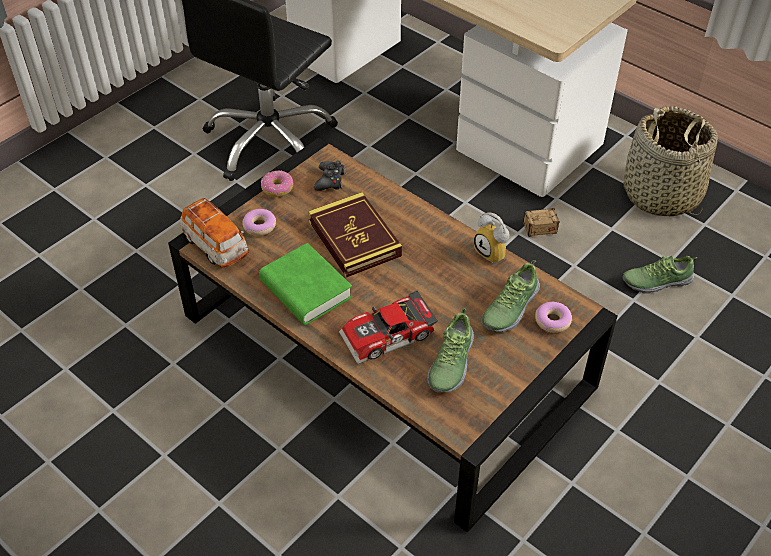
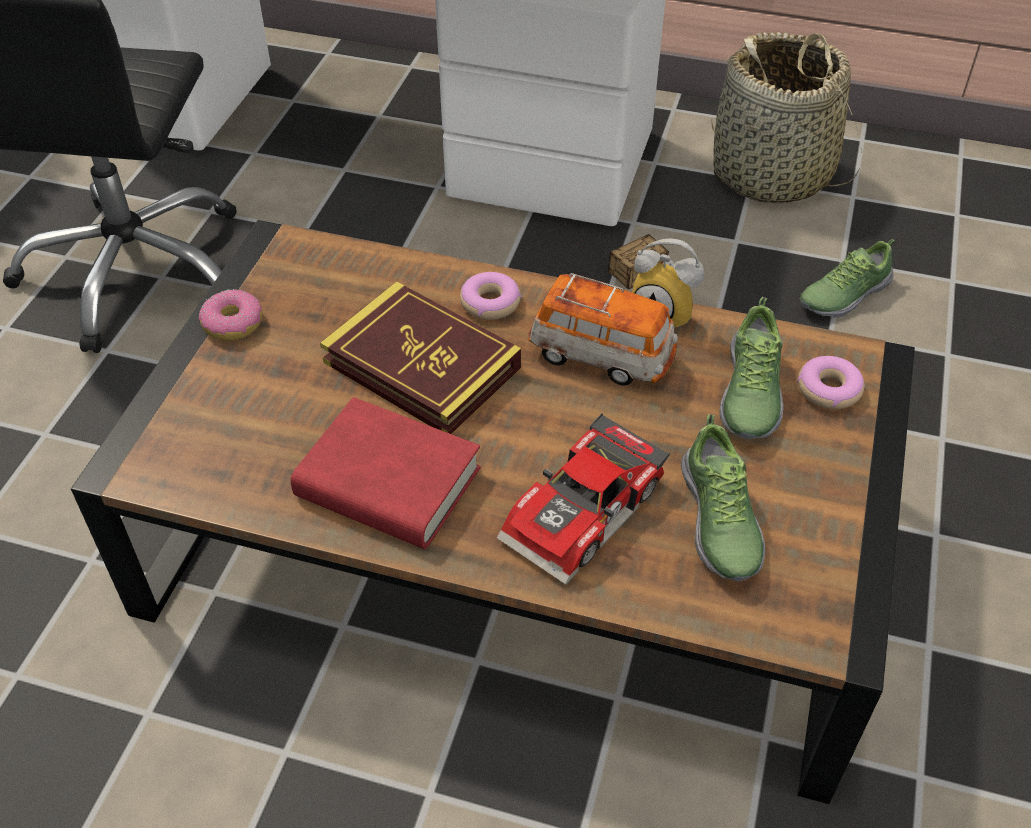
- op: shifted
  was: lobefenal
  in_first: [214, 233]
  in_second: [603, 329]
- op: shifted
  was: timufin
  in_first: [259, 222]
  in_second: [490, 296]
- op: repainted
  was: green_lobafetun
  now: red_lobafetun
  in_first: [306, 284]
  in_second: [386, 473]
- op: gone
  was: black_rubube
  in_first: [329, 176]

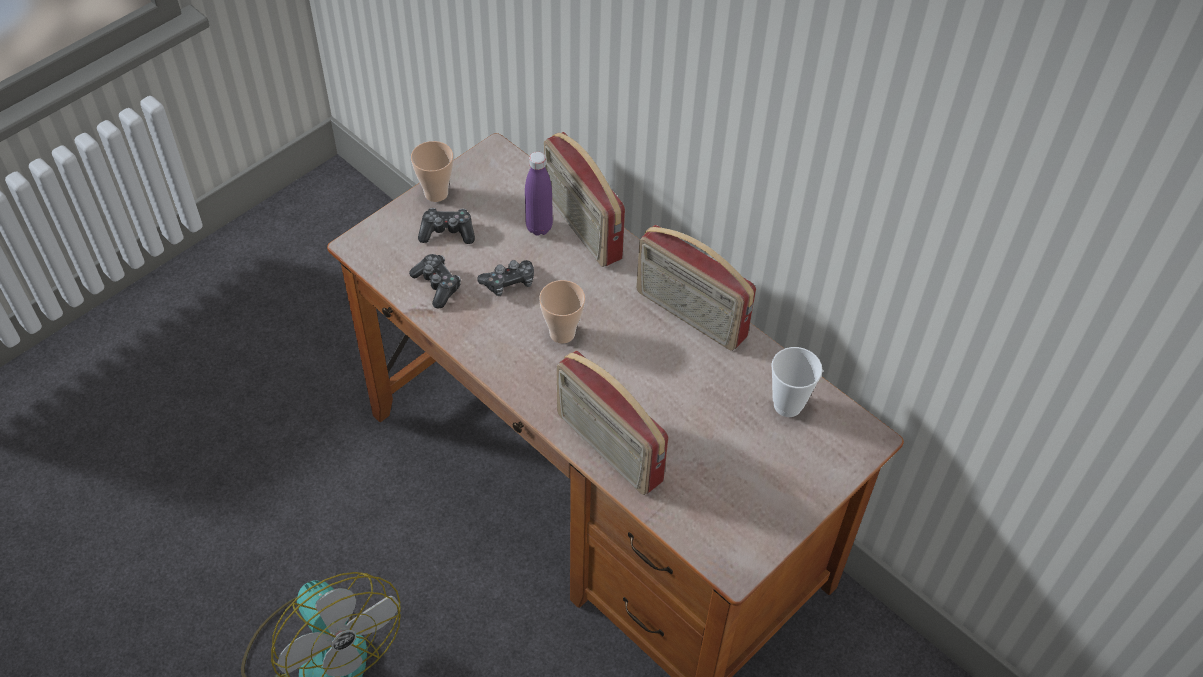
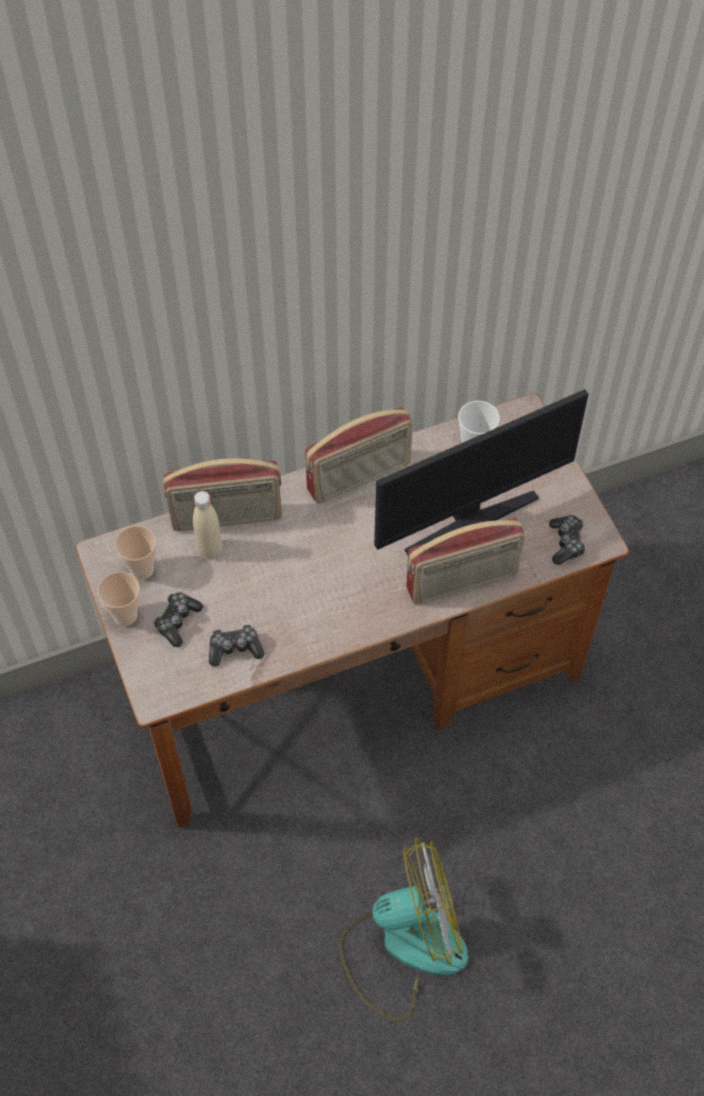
- op: shifted
  was: rubube
  in_first: [505, 278]
  in_second: [567, 540]
- op: repainted
  was: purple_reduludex
  now: beige_reduludex
  in_first: [539, 194]
  in_second: [207, 525]
- op: shifted
  was: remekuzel
  in_first: [562, 312]
  in_second: [136, 553]
- op: new
  now: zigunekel
  in_second: [481, 472]

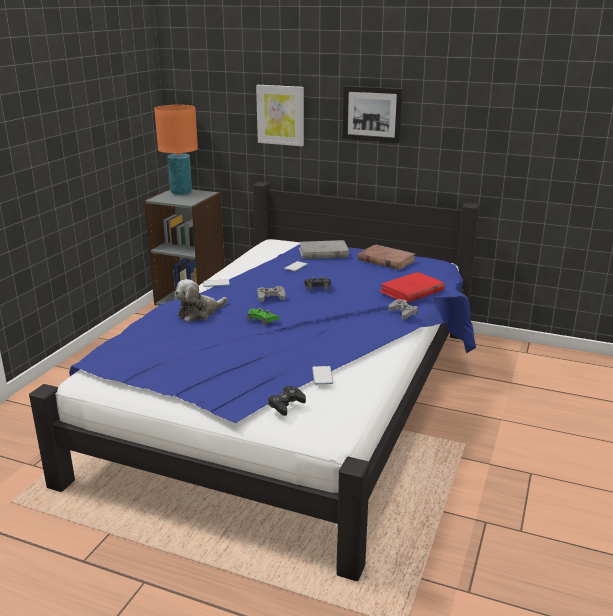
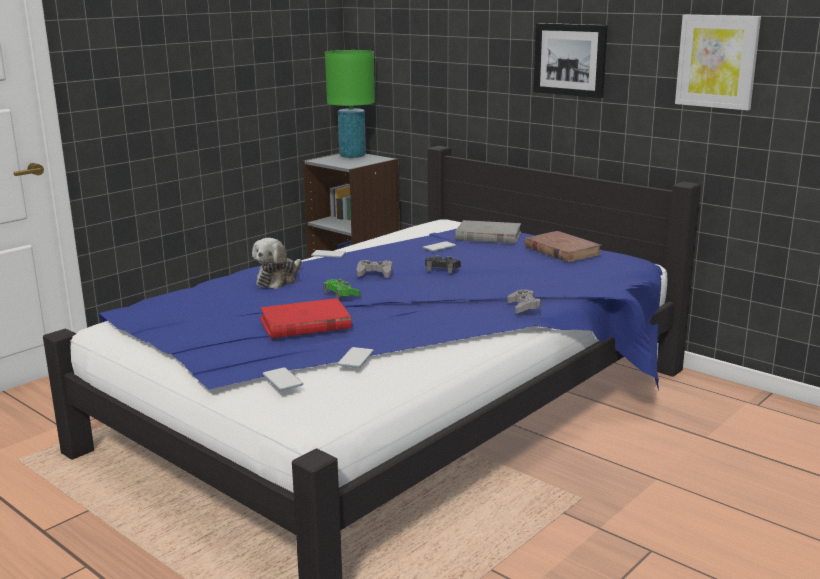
- op: repainted
  was: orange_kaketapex
  now: green_kaketapex
  in_first: [176, 150]
  in_second: [350, 104]
- op: rotated
  was: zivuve
  in_first: [201, 300]
  in_second: [277, 263]
  clockwise: -45
- op: shifted
  was: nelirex
  in_first: [280, 115]
  in_second: [718, 62]
- op: swapped
  was: black_rubube
  now: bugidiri
  in_first: [287, 401]
  in_second: [282, 379]
- op: shifted
  was: red_lobafetun
  in_first: [412, 287]
  in_second: [305, 318]

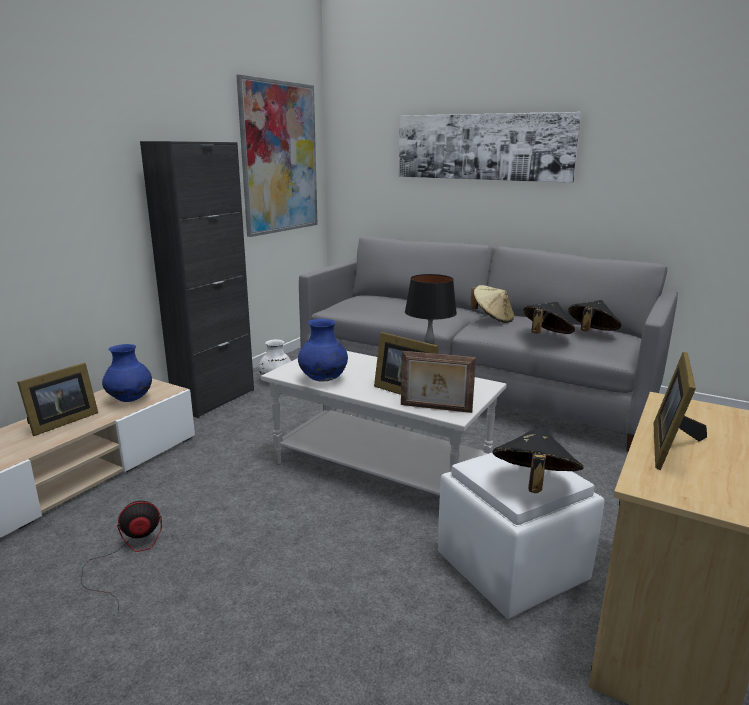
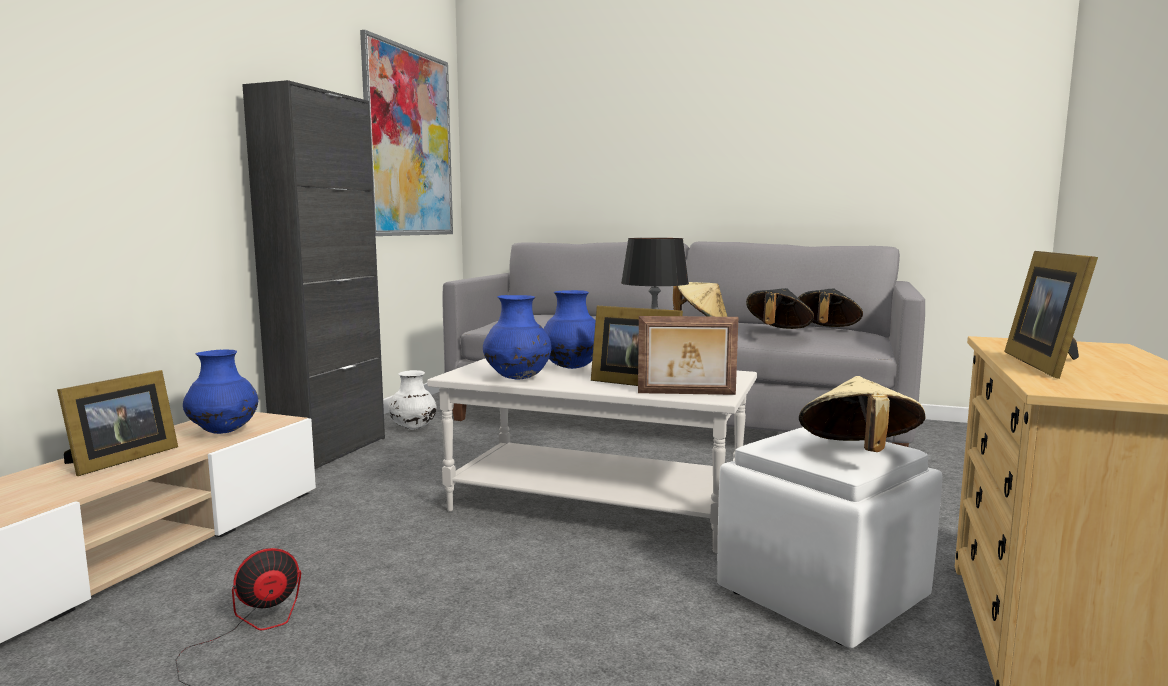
- op: gone
  was: nelirex
  in_first: [490, 147]
- op: repainted
  was: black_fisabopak
  now: beige_fisabopak
  in_first: [537, 460]
  in_second: [862, 414]
- op: new
  now: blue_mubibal
  in_second: [570, 329]

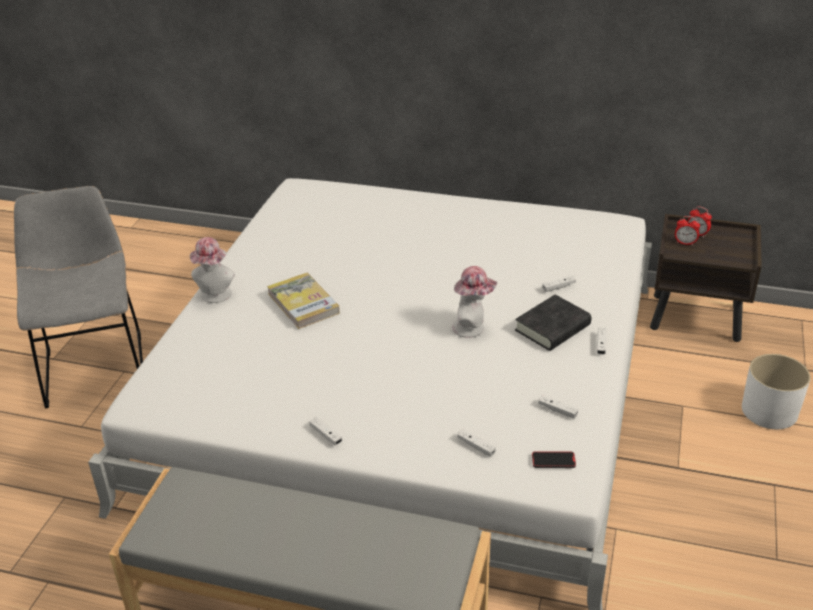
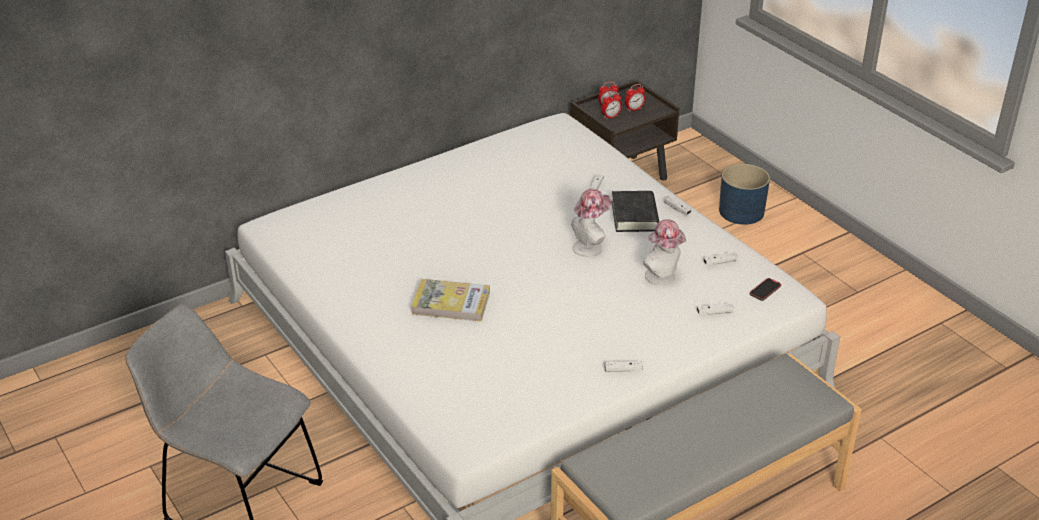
- op: shifted
  was: fisabopak
  in_first: [212, 270]
  in_second: [664, 252]
- op: repainted
  was: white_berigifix
  now: blue_berigifix
  in_first: [776, 391]
  in_second: [744, 194]
- op: new
  now: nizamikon
  in_second: [635, 98]

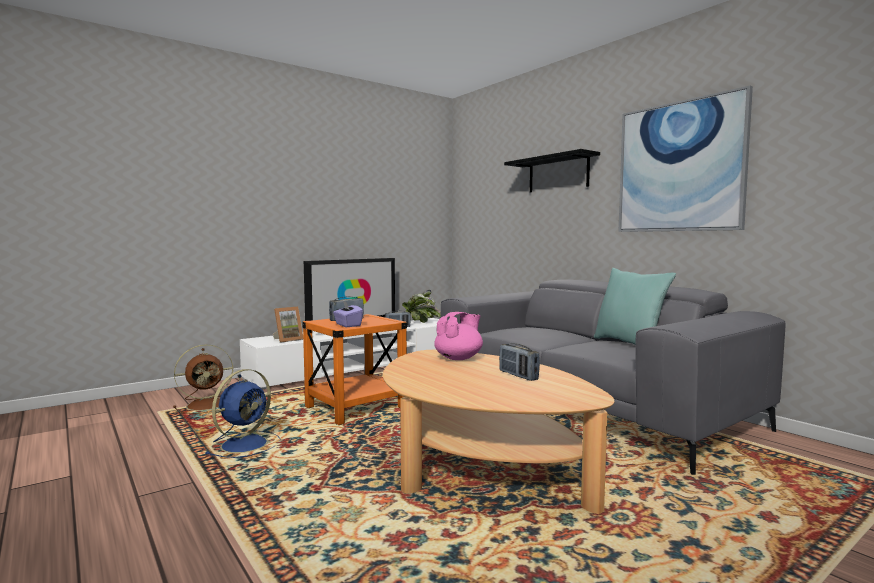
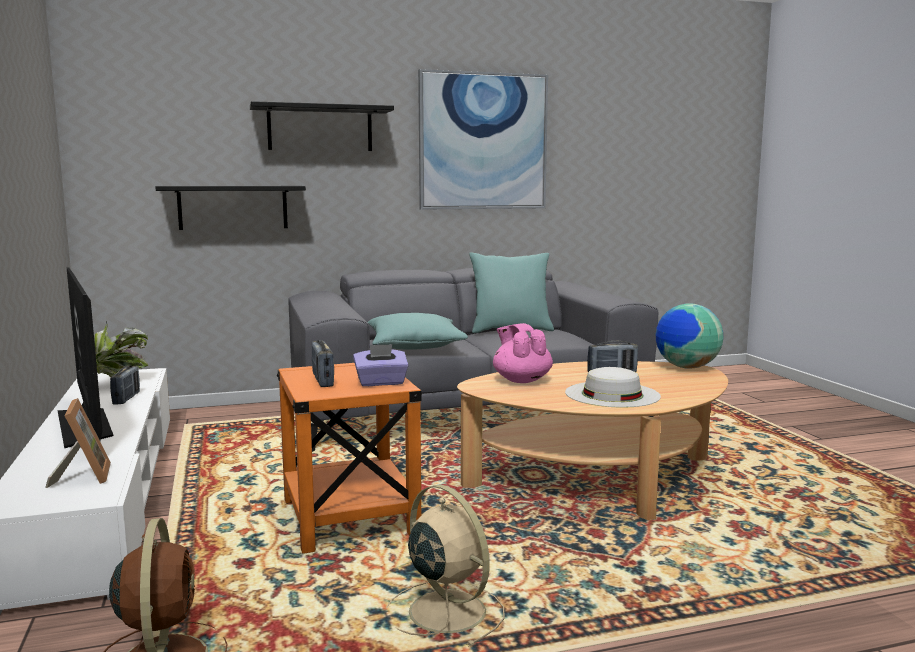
- op: repainted
  was: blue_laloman
  now: beige_laloman
  in_first: [243, 413]
  in_second: [445, 566]
- op: new
  now: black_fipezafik
  in_second: [230, 208]
- op: new
  now: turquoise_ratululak
  in_second: [418, 331]
- op: new
  now: white_fisabopak
  in_second: [613, 387]
- op: new
  now: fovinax
  in_second: [689, 336]

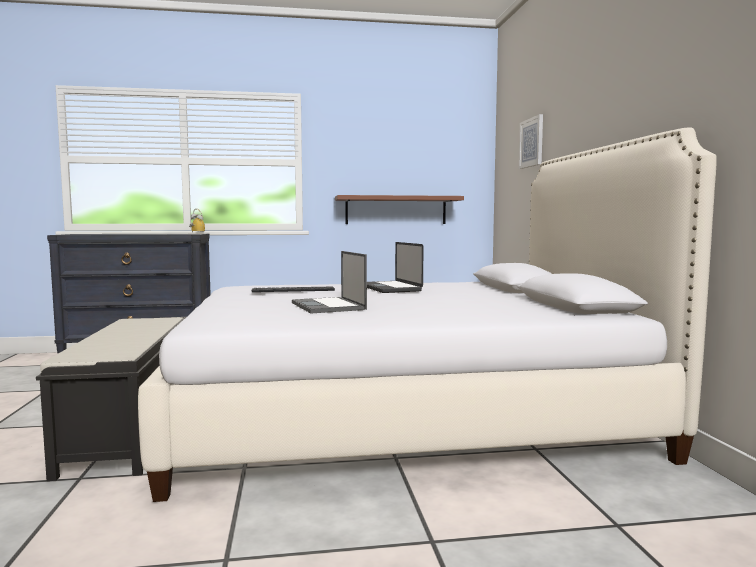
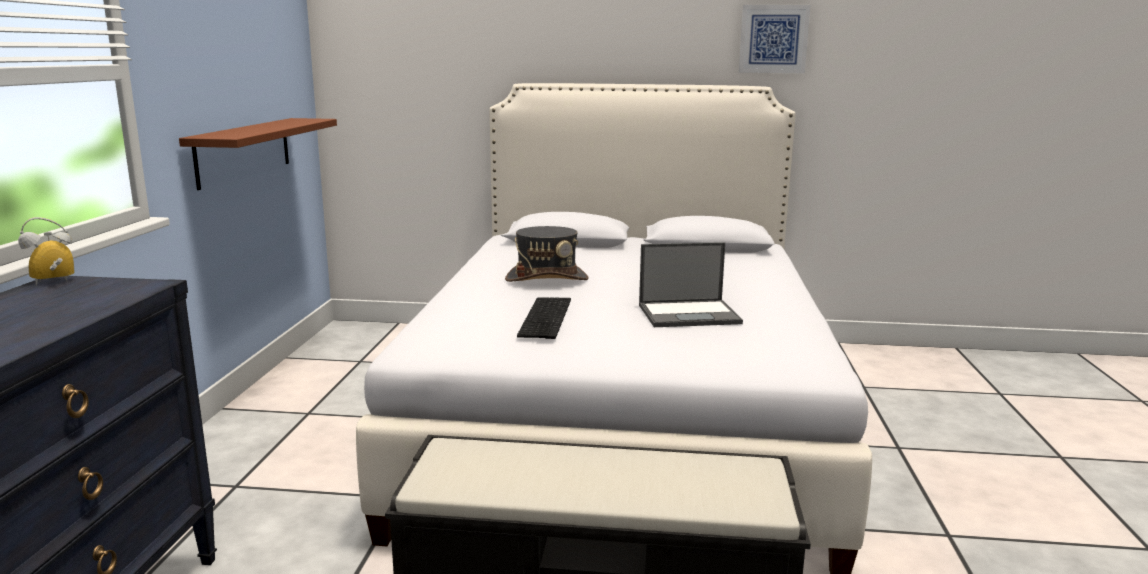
- op: swapped
  was: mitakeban
  now: grey_fisabopak
  in_first: [395, 267]
  in_second: [546, 254]
- op: shifted
  was: nelirex
  in_first: [531, 141]
  in_second: [775, 39]

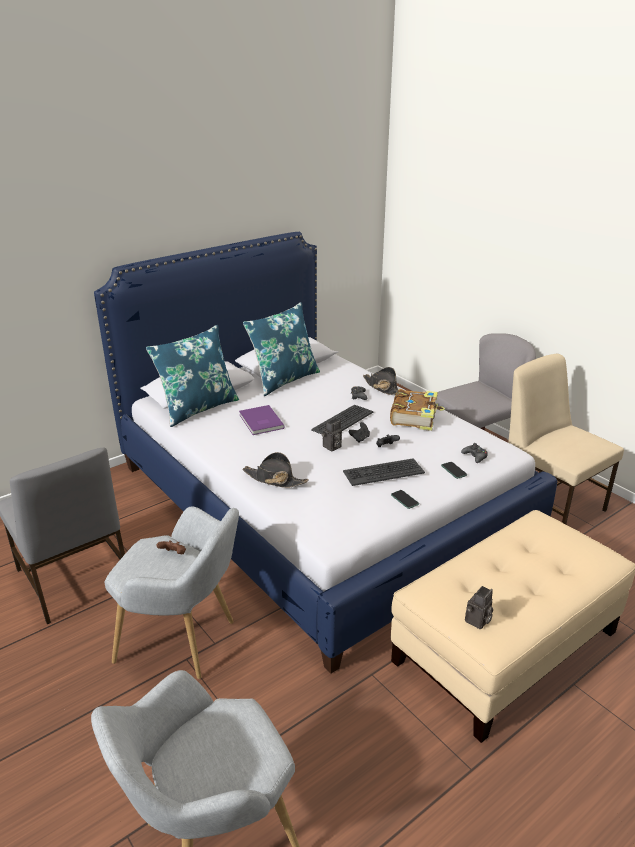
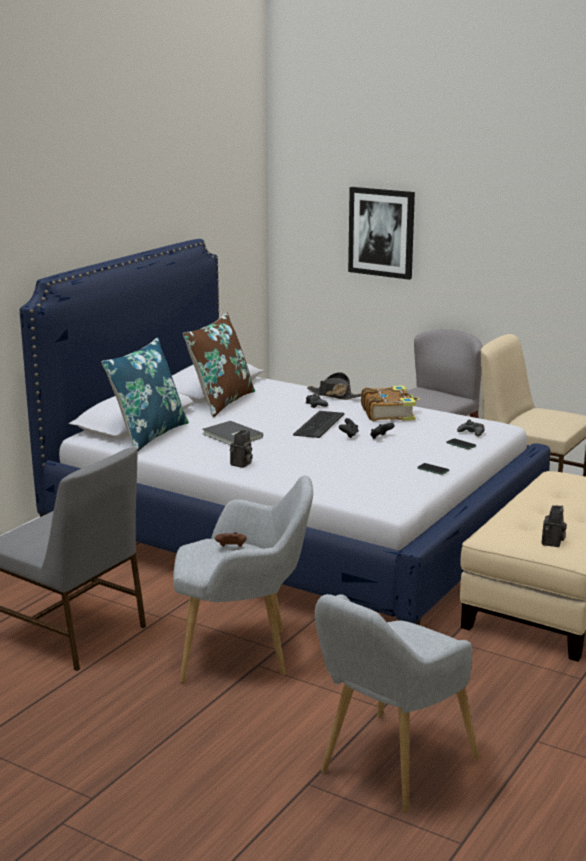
- op: repainted
  was: purple_lobafetun
  now: grey_lobafetun
  in_first: [262, 420]
  in_second: [232, 433]
- op: repainted
  was: blue_ratululak
  now: brown_ratululak
  in_first: [281, 349]
  in_second: [219, 365]
- op: gone
  was: black_fisabopak
  in_first: [276, 470]
- op: shifted
  was: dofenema
  in_first: [332, 435]
  in_second: [241, 449]
- op: gone
  was: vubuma
  in_first: [384, 472]
- op: new
  now: nelirex
  in_second: [381, 233]

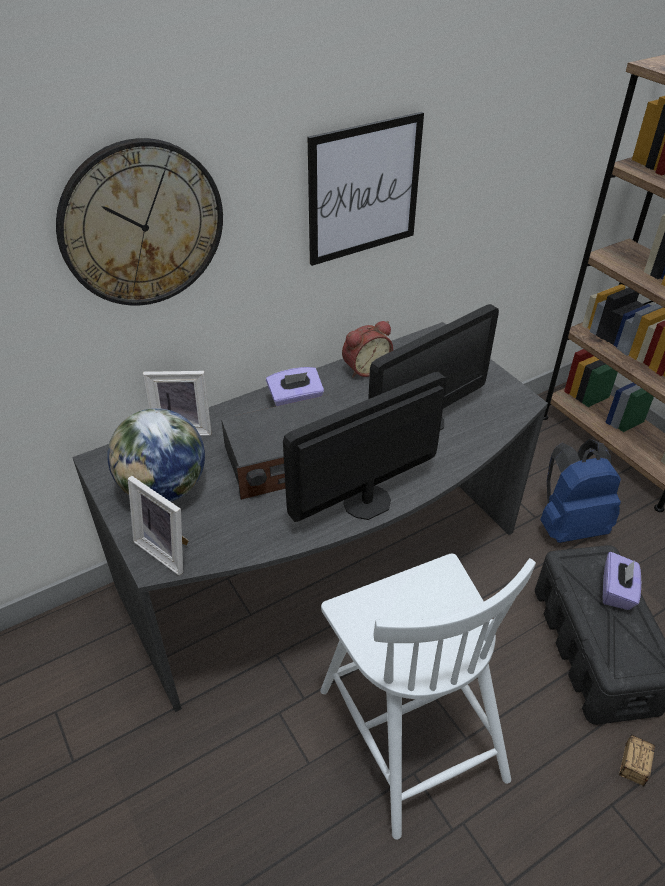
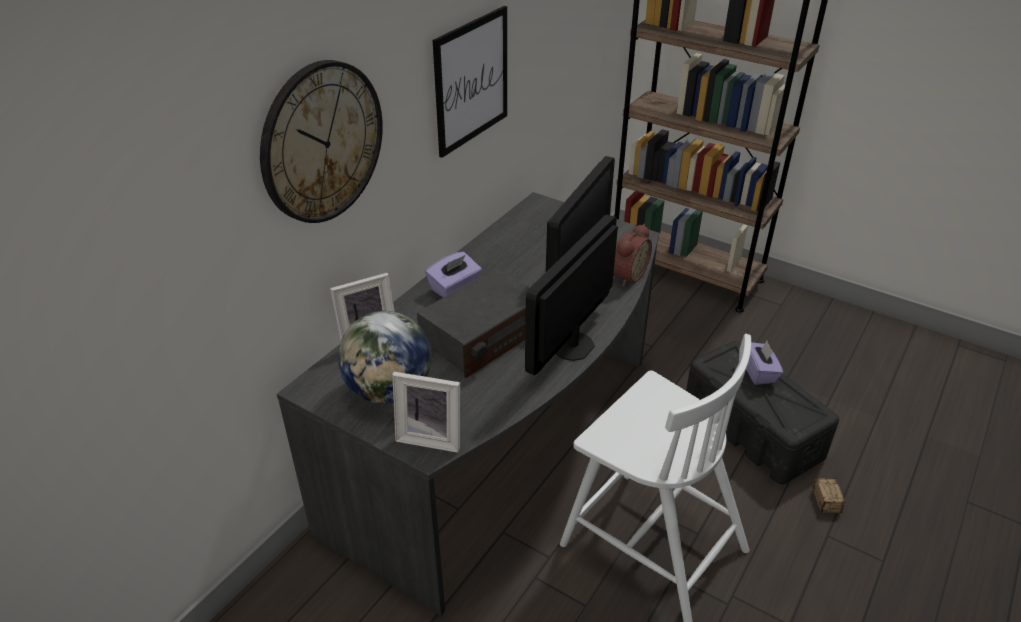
- op: shifted
  was: nizamikon
  in_first: [367, 349]
  in_second: [632, 255]
- op: gone
  was: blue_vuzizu
  in_first: [580, 490]

